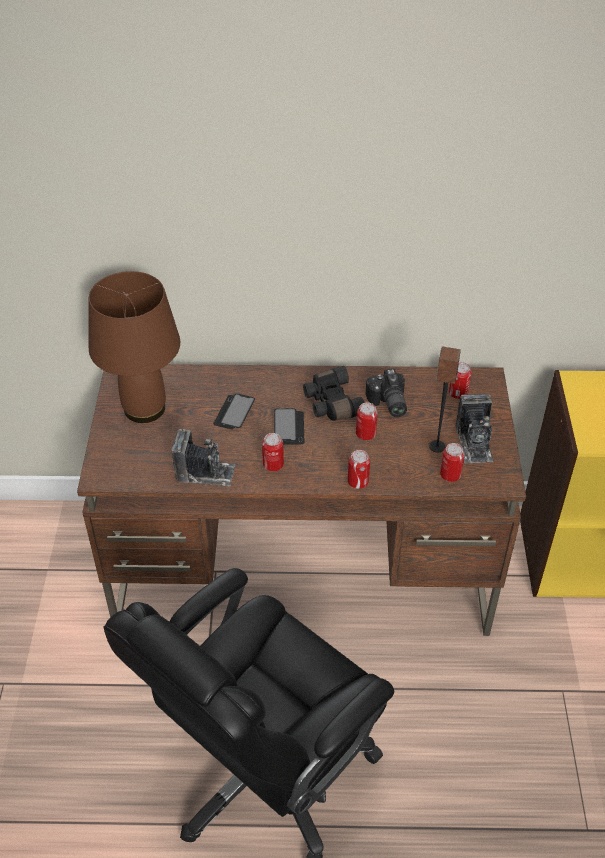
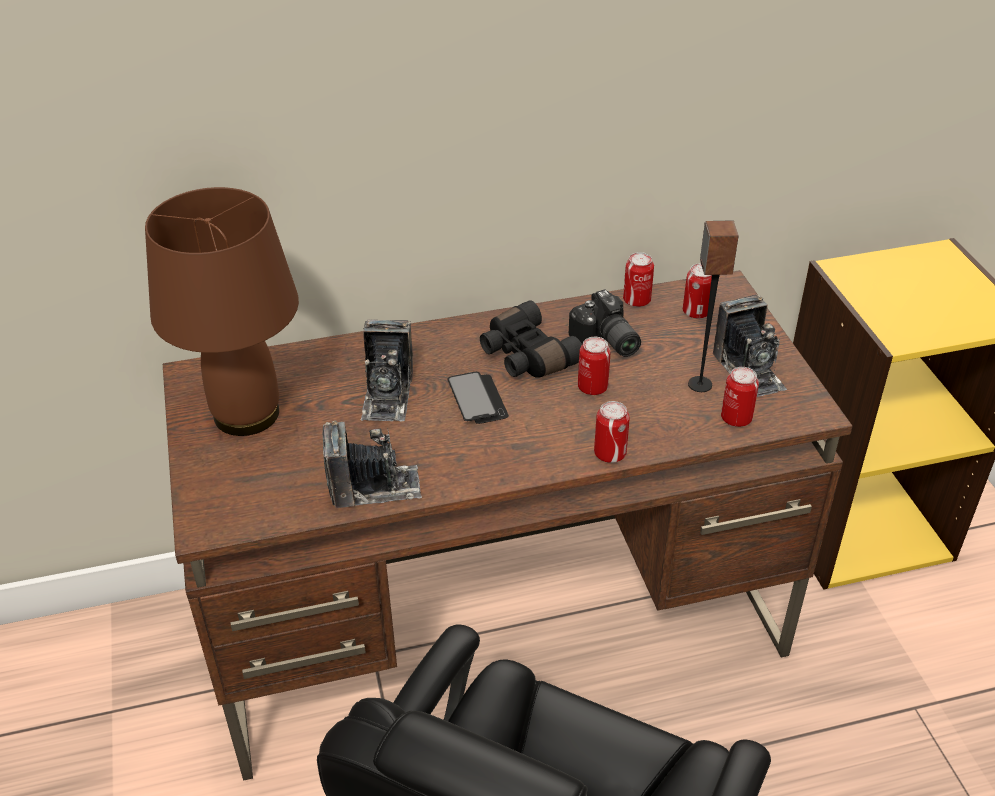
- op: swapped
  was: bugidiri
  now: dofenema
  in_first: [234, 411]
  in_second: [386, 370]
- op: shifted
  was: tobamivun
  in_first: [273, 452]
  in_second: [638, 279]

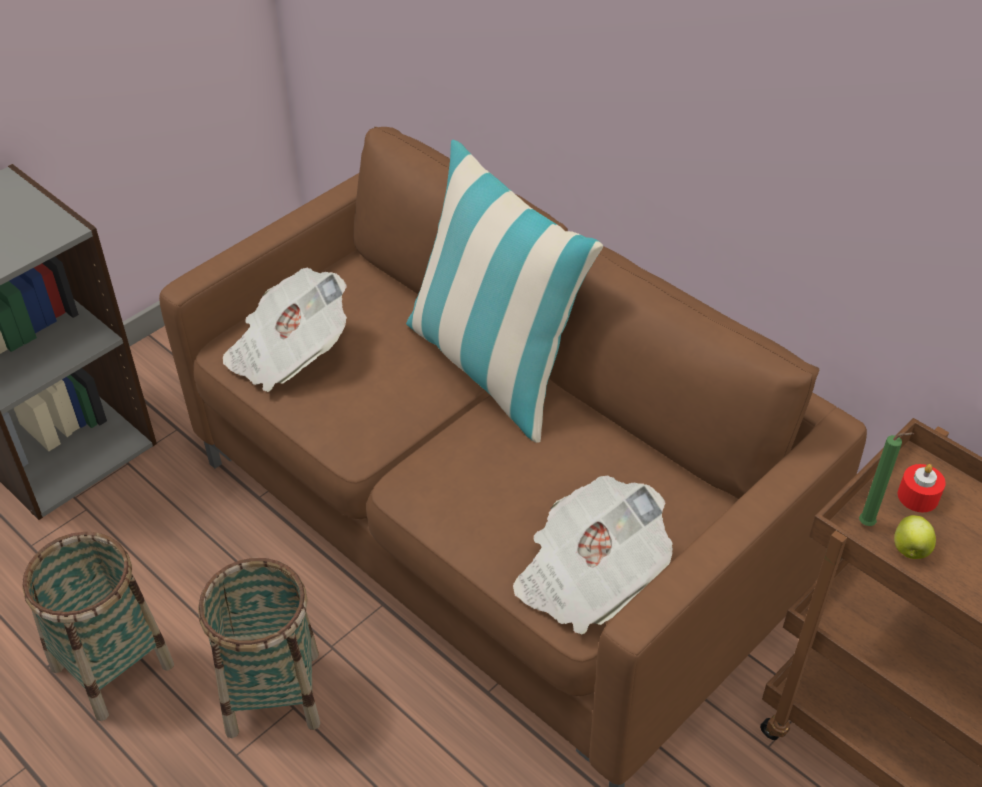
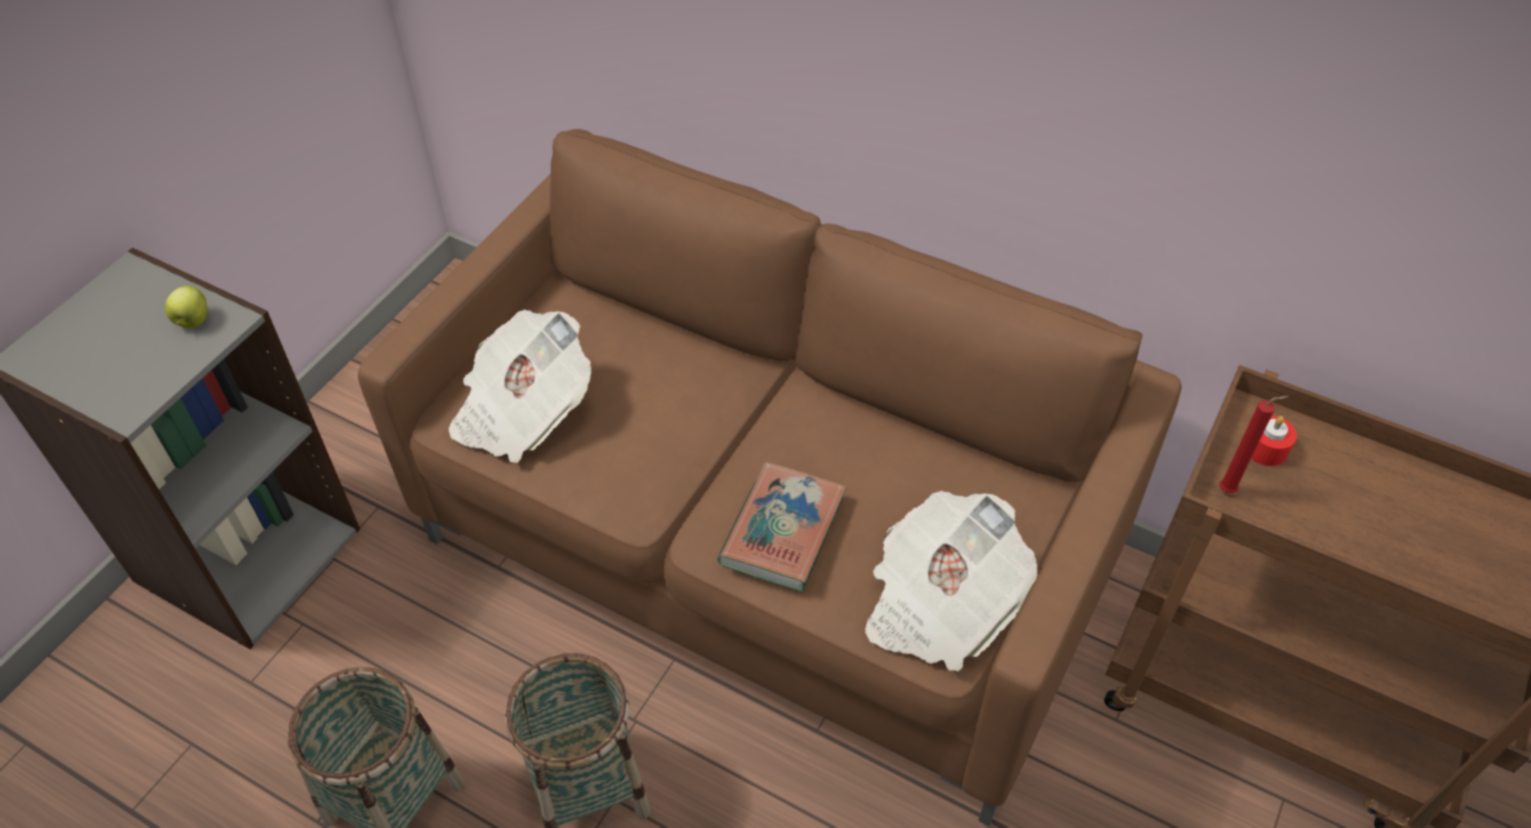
- op: gone
  was: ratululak
  in_first: [504, 291]
- op: repainted
  was: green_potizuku
  now: red_potizuku
  in_first: [886, 479]
  in_second: [1254, 445]
- op: shifted
  was: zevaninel
  in_first: [915, 537]
  in_second: [186, 307]
- op: new
  now: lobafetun
  in_second: [781, 527]

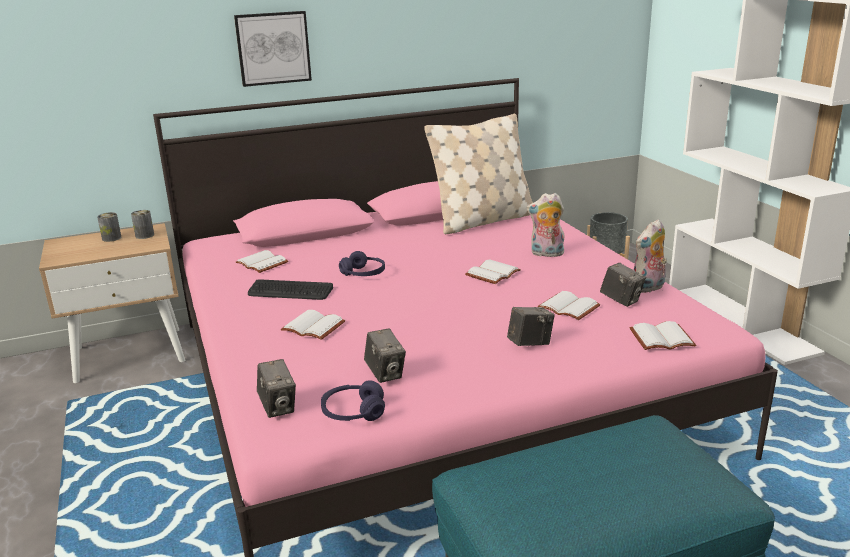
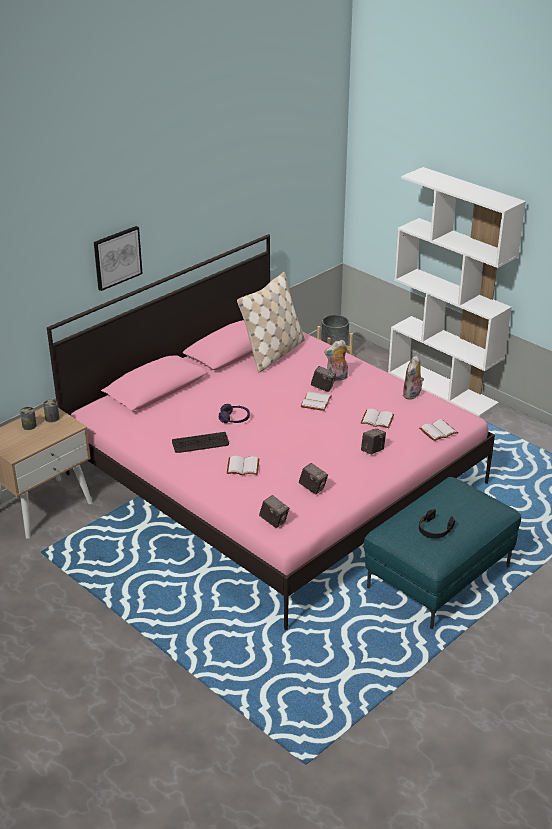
- op: gone
  was: white_lobafetun
  in_first: [262, 261]
- op: gone
  was: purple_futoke
  in_first: [353, 400]
- op: shifted
  was: dofenema
  in_first: [623, 285]
  in_second: [323, 379]
- op: new
  now: black_futoke
  in_second: [437, 524]

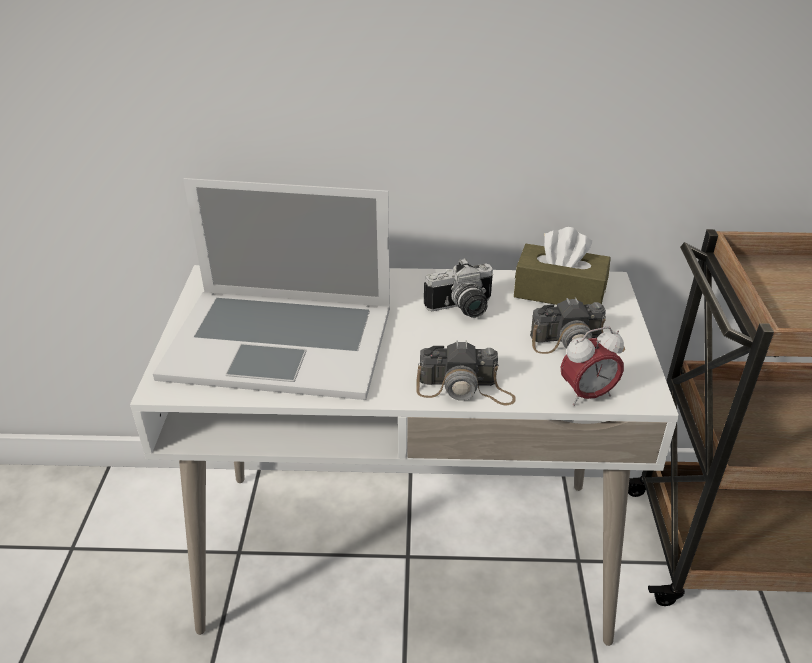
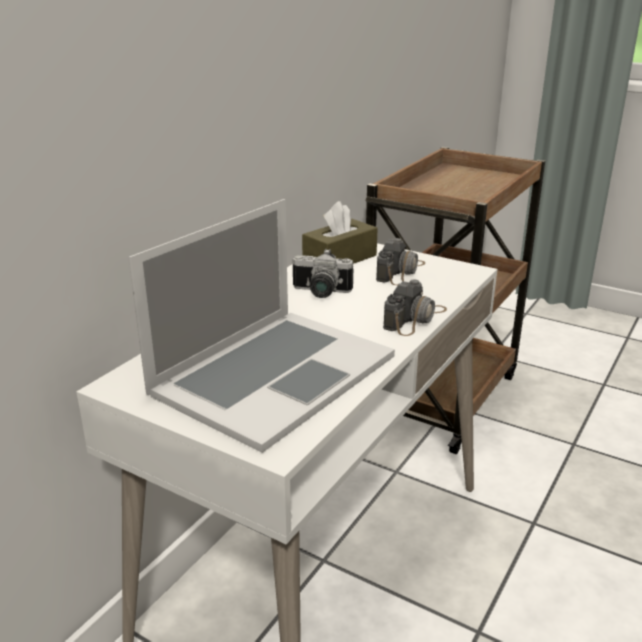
- op: rotated
  was: dofenema
  in_first: [458, 288]
  in_second: [323, 273]
  clockwise: 90
- op: gone
  was: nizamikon
  in_first: [592, 366]

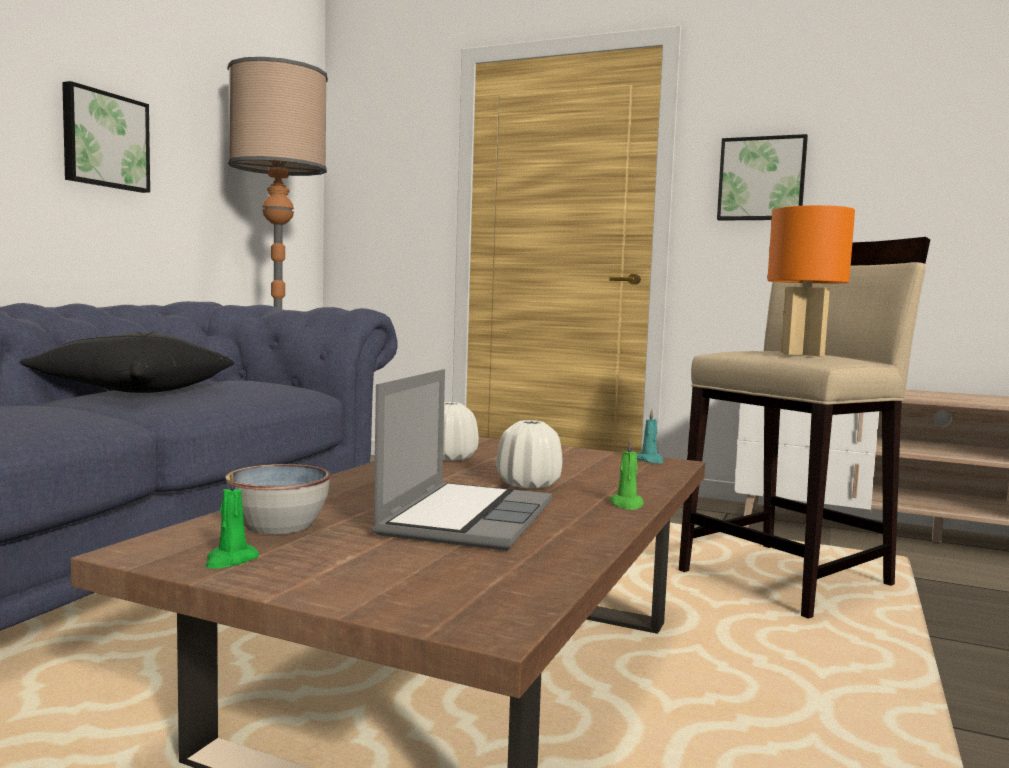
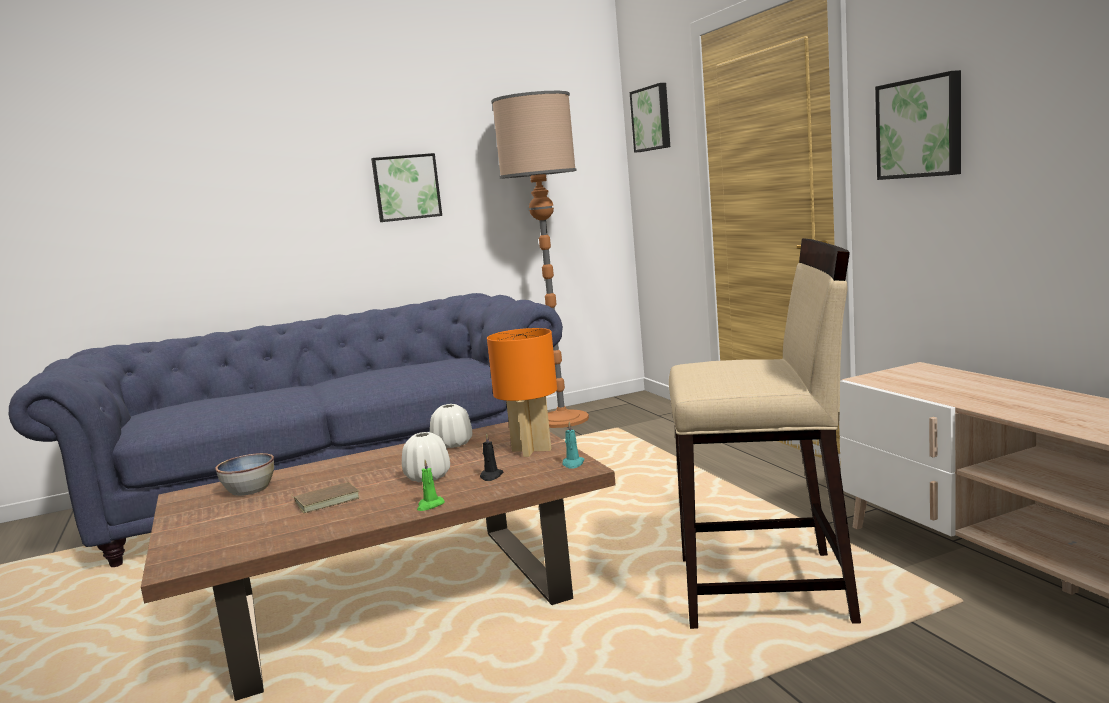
- op: gone
  was: black_ratululak
  in_first: [127, 362]
- op: gone
  was: green_potizuku
  in_first: [232, 520]
- op: swapped
  was: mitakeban
  now: brown_lobafetun
  in_first: [462, 460]
  in_second: [325, 497]
- op: shifted
  was: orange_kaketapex
  in_first: [811, 280]
  in_second: [522, 392]
- op: new
  now: black_potizuku
  in_second: [491, 457]
- op: new
  now: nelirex
  in_second: [650, 118]

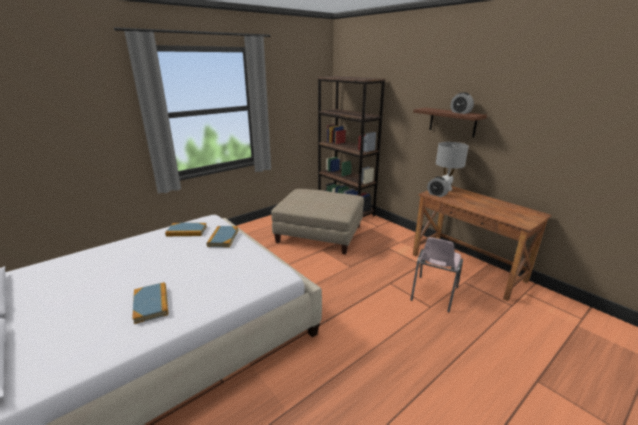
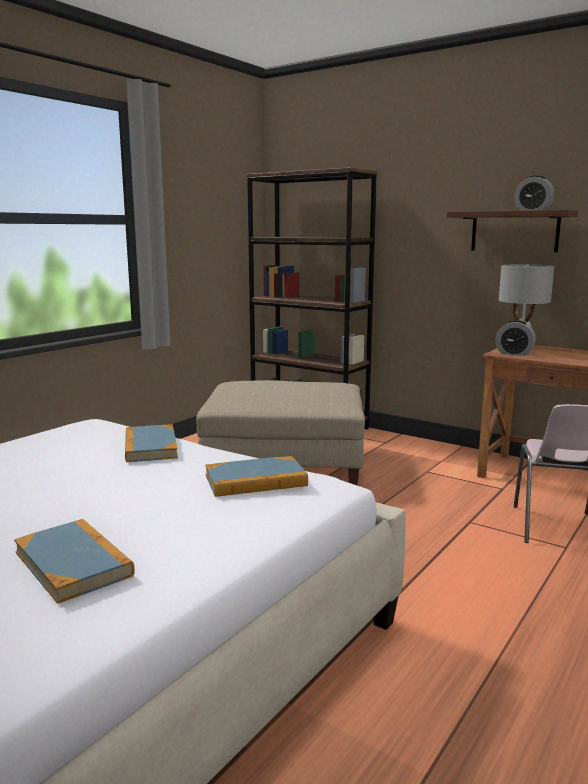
- op: shifted
  was: lobafetun
  in_first: [186, 229]
  in_second: [256, 476]

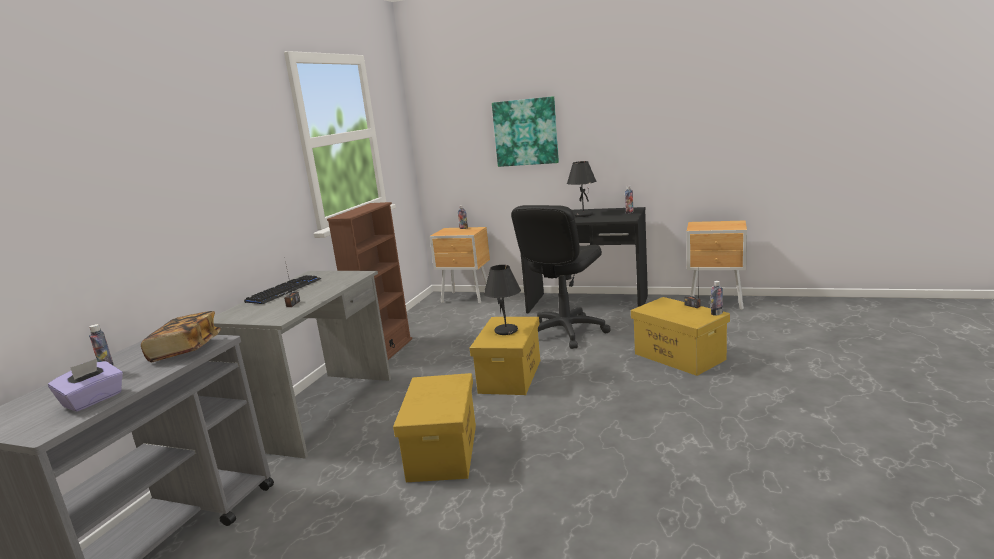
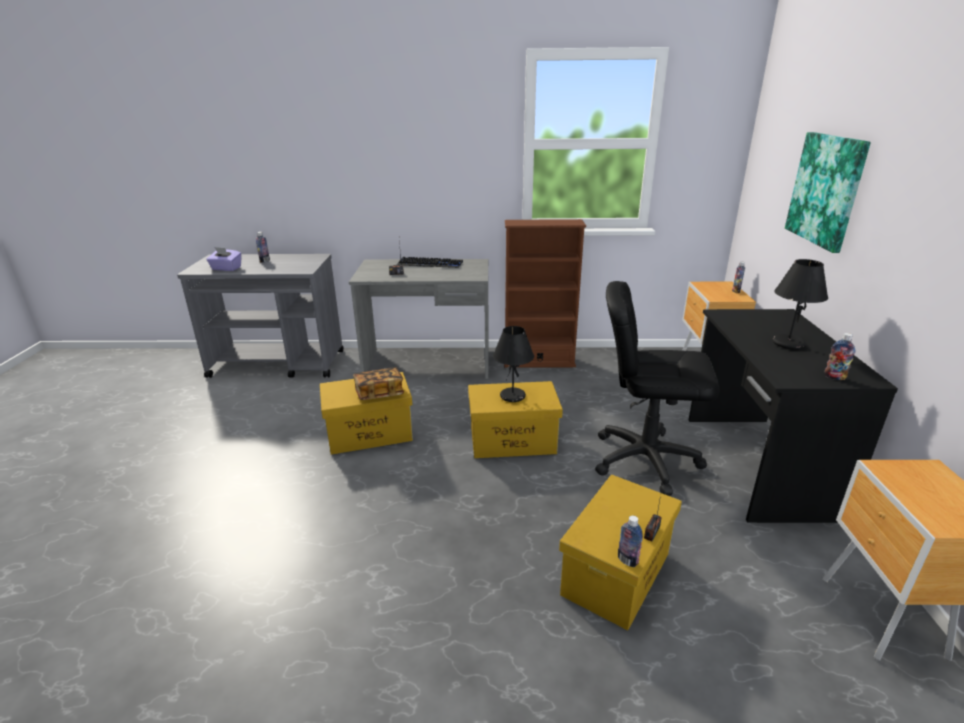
- op: shifted
  was: lobafetun
  in_first: [181, 336]
  in_second: [378, 383]

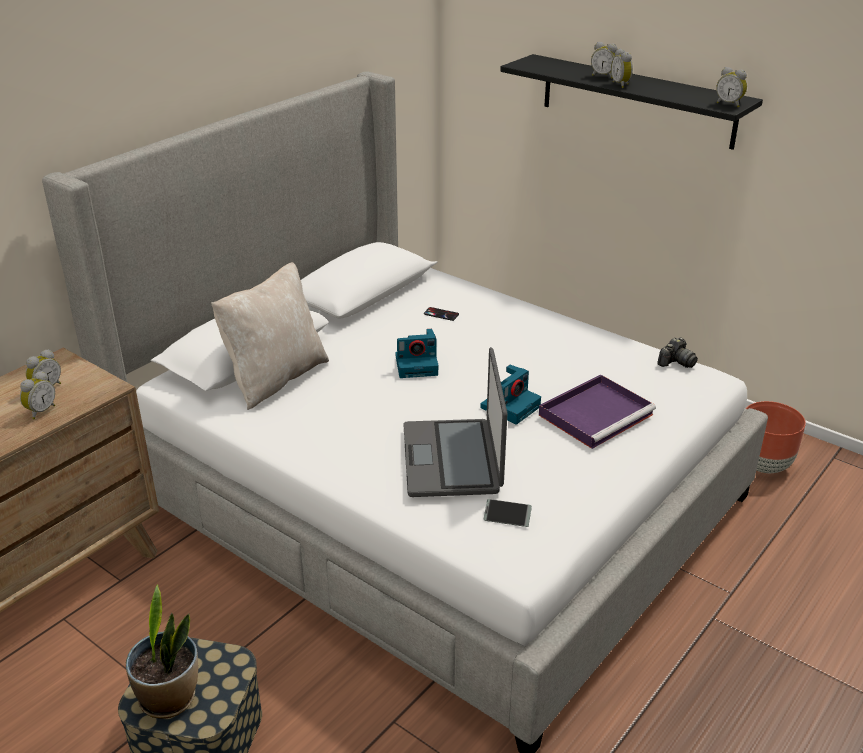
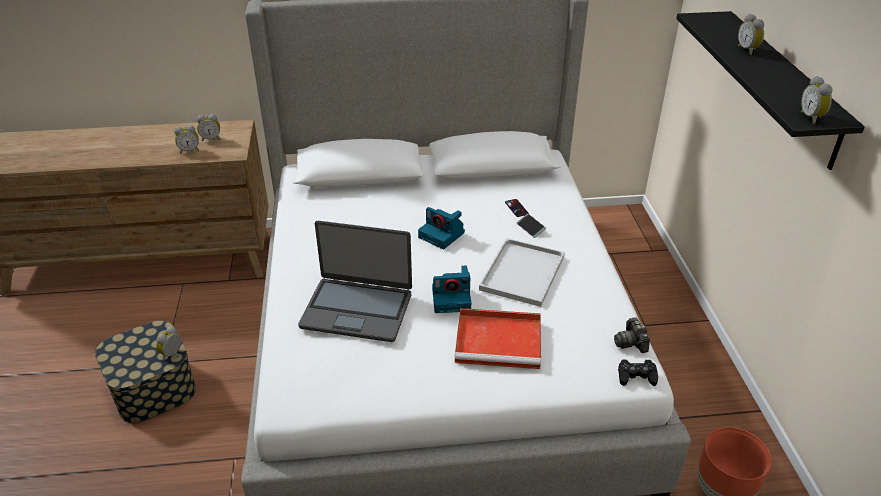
- op: gone
  was: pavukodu
  in_first: [162, 652]
- op: gone
  was: beige_ratululak
  in_first: [270, 336]
- op: rotated
  was: mitakeban
  in_first: [455, 422]
  in_second: [355, 281]
  clockwise: -120
- op: shifted
  was: bugidiri
  in_first: [508, 513]
  in_second: [531, 226]
- op: repainted
  was: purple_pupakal
  now: red_pupakal
  in_first: [597, 412]
  in_second: [498, 338]
- op: shifted
  was: nizamikon
  in_first: [622, 68]
  in_second: [169, 343]
- op: rotated
  was: dofenema
  in_first: [677, 352]
  in_second: [632, 335]
  clockwise: 75
- op: new
  now: white_pupakal
  in_second: [522, 272]
- op: new
  now: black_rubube
  in_second: [638, 373]

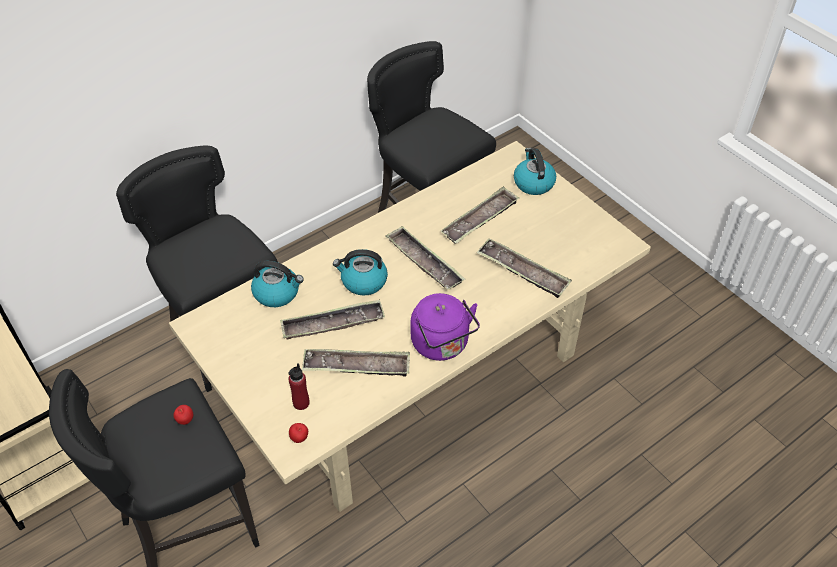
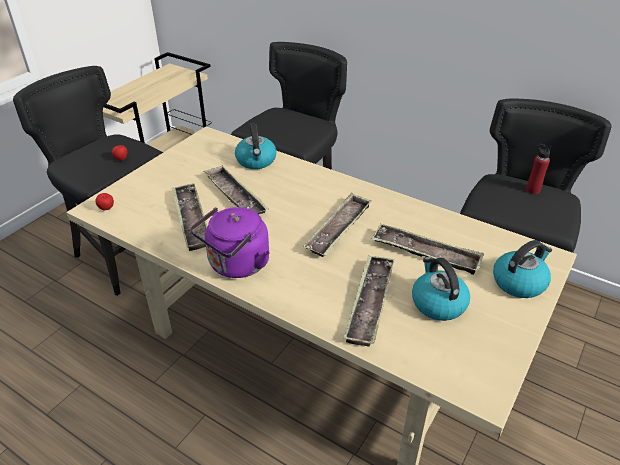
- op: shifted
  was: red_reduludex
  in_first: [299, 386]
  in_second: [538, 169]
- op: shifted
  was: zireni
  in_first: [360, 272]
  in_second: [441, 289]

